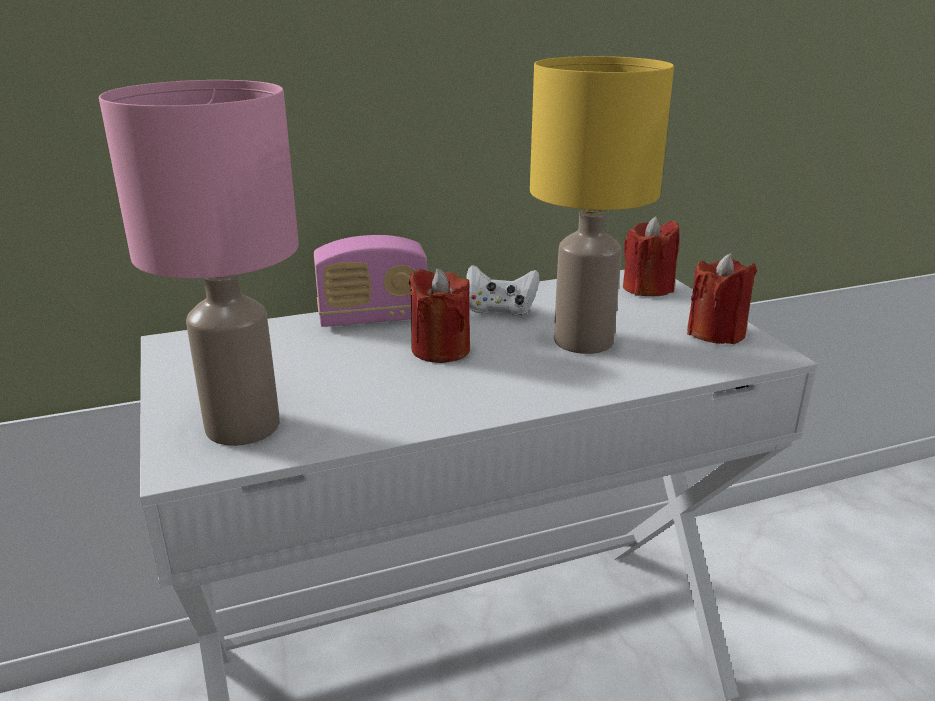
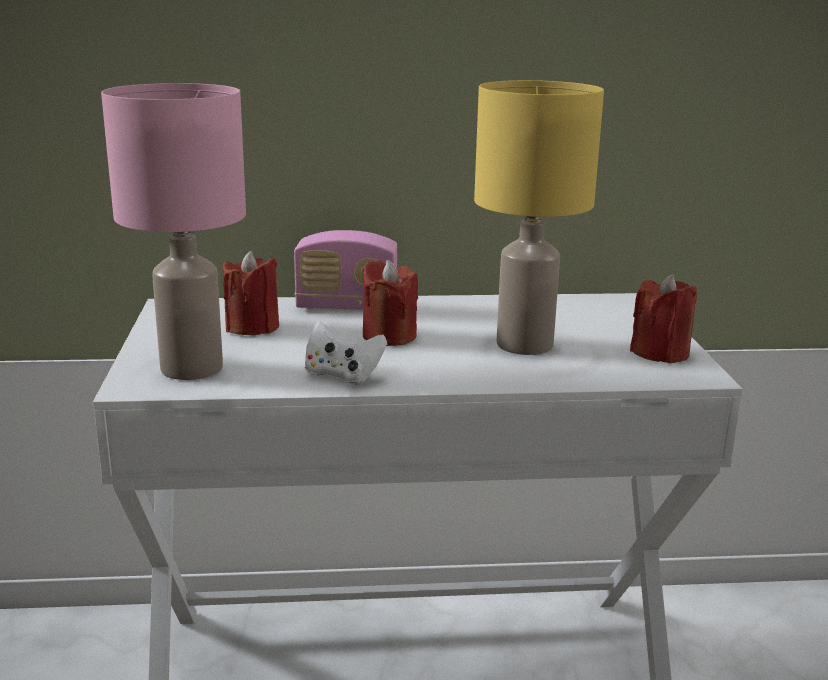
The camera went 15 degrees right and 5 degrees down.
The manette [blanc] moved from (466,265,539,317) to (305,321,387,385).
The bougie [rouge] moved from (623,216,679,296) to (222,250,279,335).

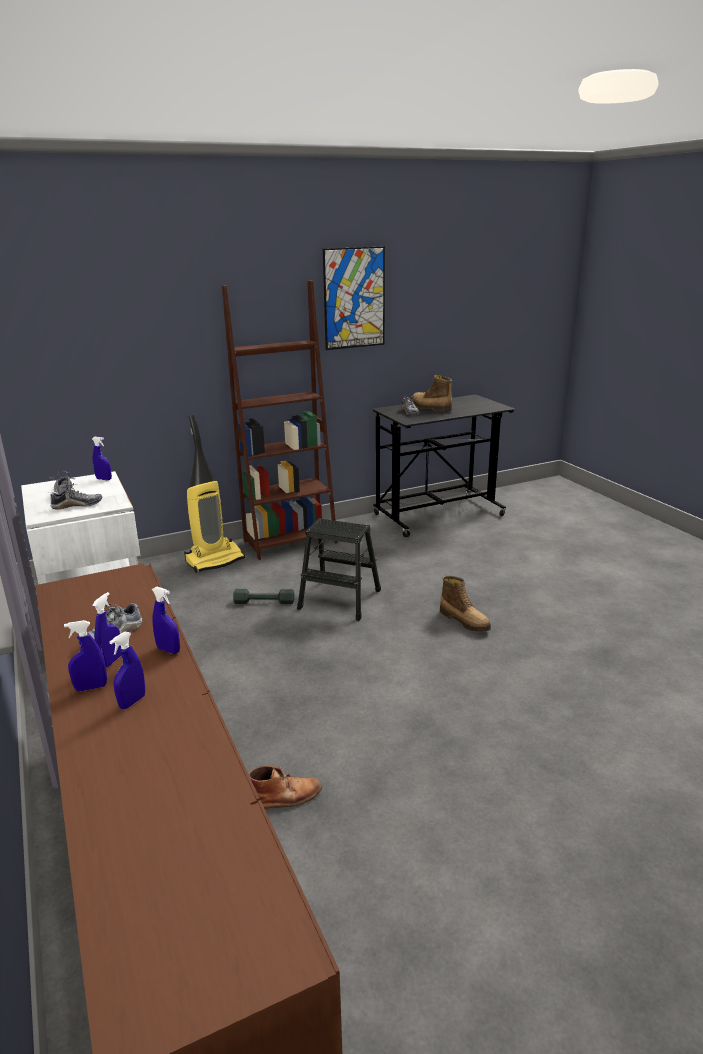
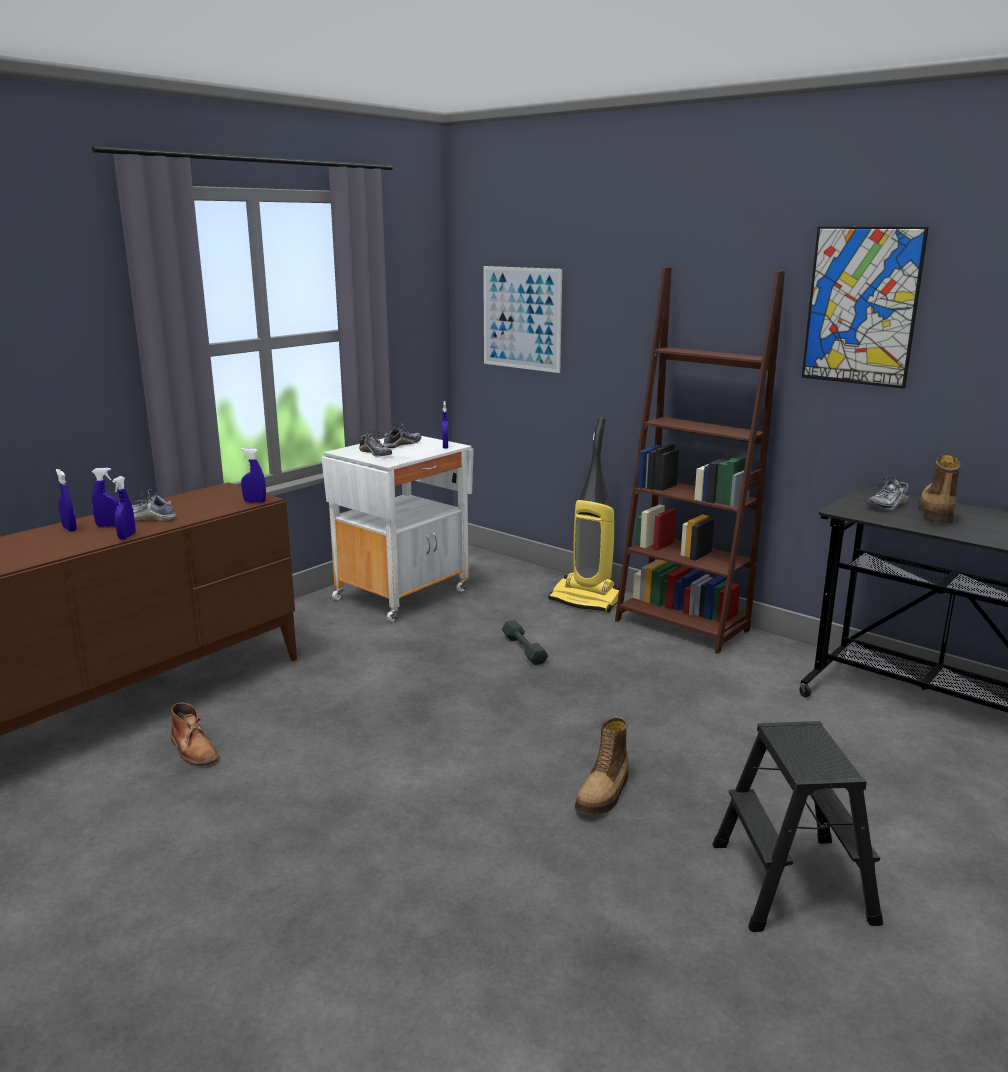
The camera went 65 degrees right and 5 degrees down.
The vaporisateur [bleu] moved from (109,632,145,709) to (241,448,266,503).
The escabeau [noir] moved from (297,518,381,621) to (712,721,883,932).
The tableau at (483,266,562,373) appeared.

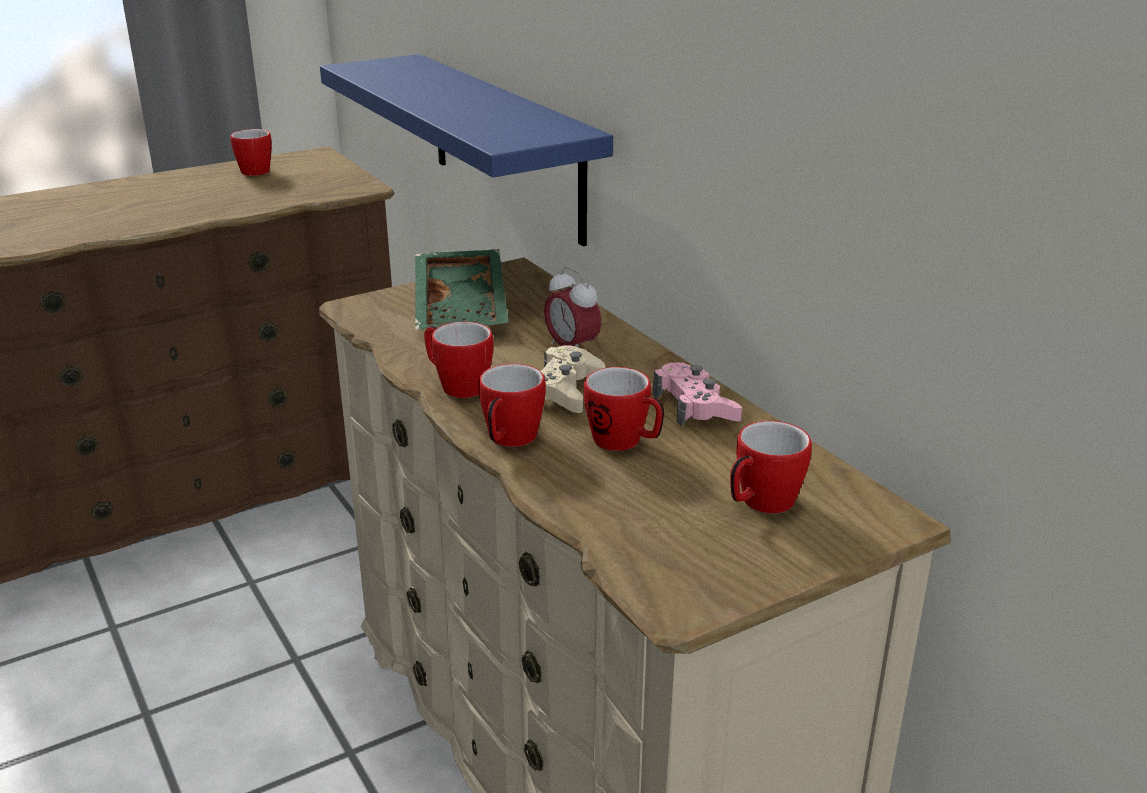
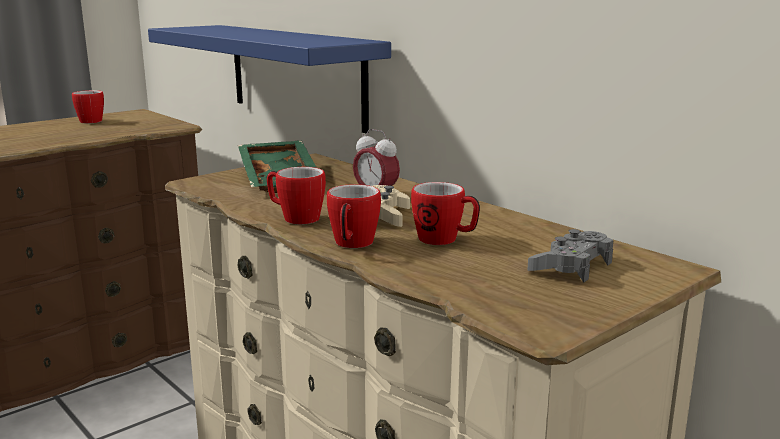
The camera went 10 degrees left and 10 degrees down.
The manette [rose] at (653,362,742,426) disappeared.
The mug at (730,421,812,513) was replaced by the manette [gris] at (527,229,613,283).

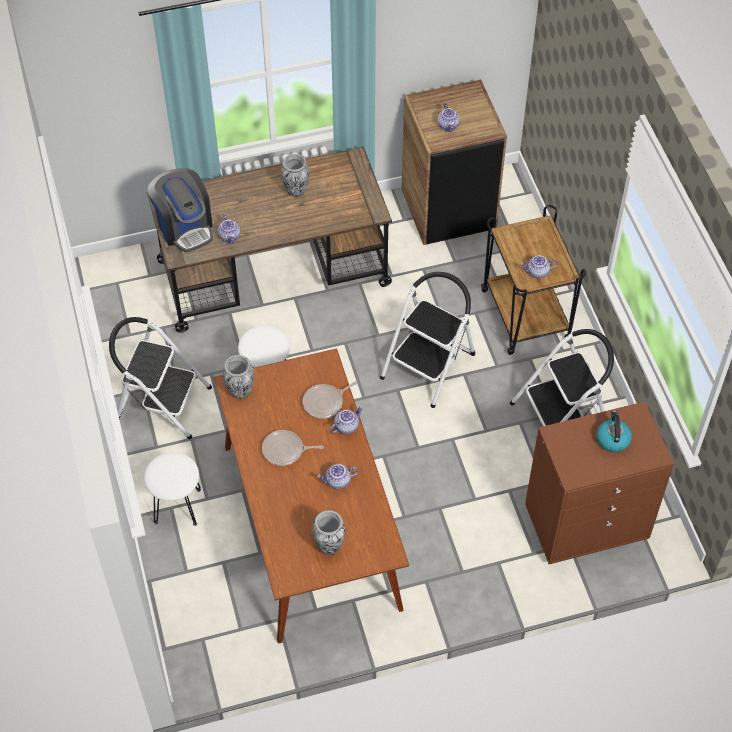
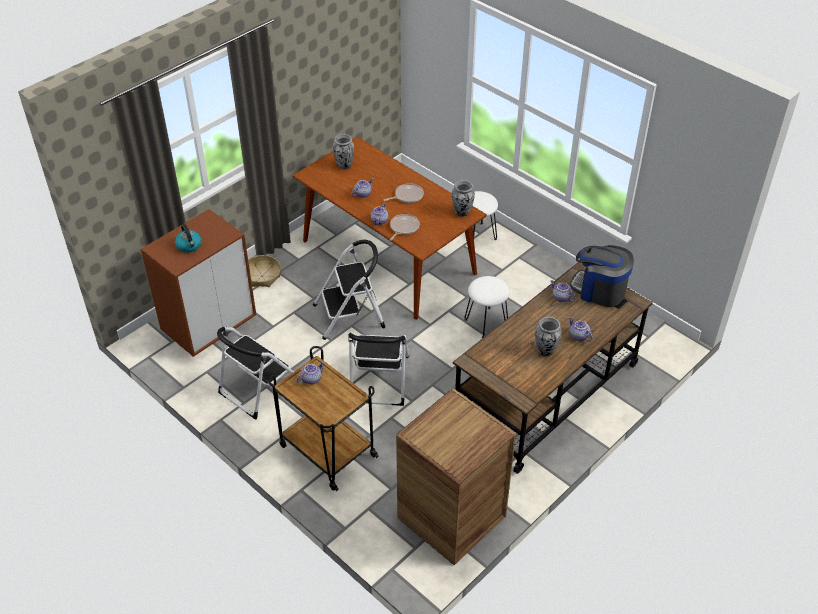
The camera went 150 degrees right and 10 degrees down.
The escabeau moved from (109,317,212,439) to (313,240,385,340).
The théière moved from (438,103,460,132) to (569,316,593,341).
The panier at (248,255,281,287) appeared.

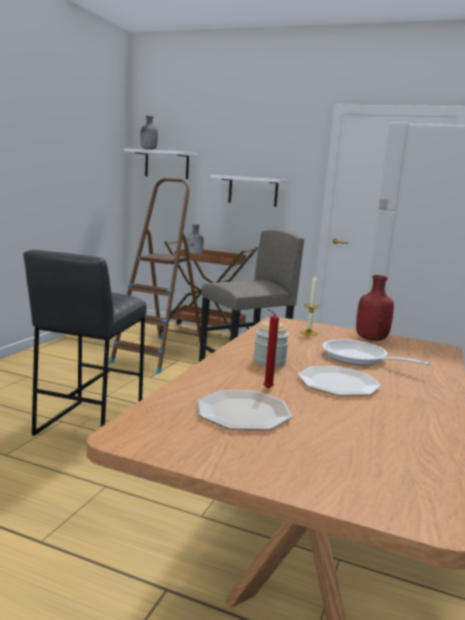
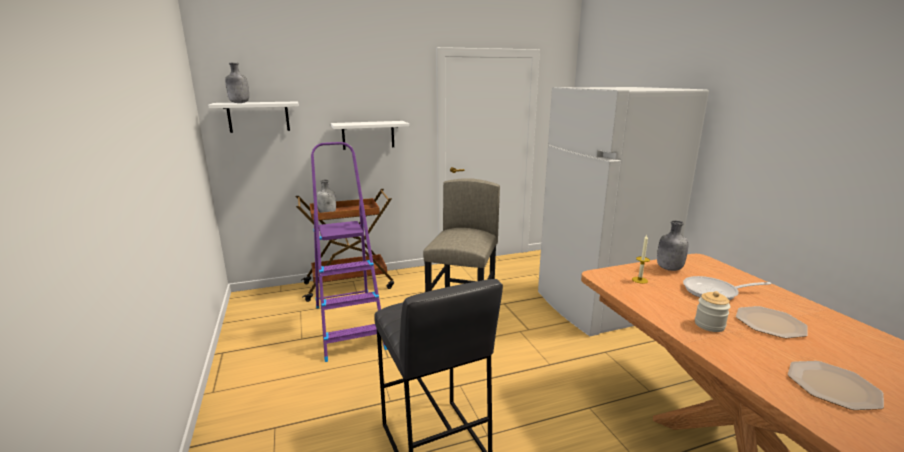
The camera went 40 degrees left and 5 degrees up.
The escabeau [marron] at (109,178,201,374) became the escabeau [violet] at (311,142,387,362).
The bougie [rouge] at (264,309,279,389) disappeared.
The bouteille [rouge] at (356,275,394,341) became the bouteille [gris] at (657,220,689,271).

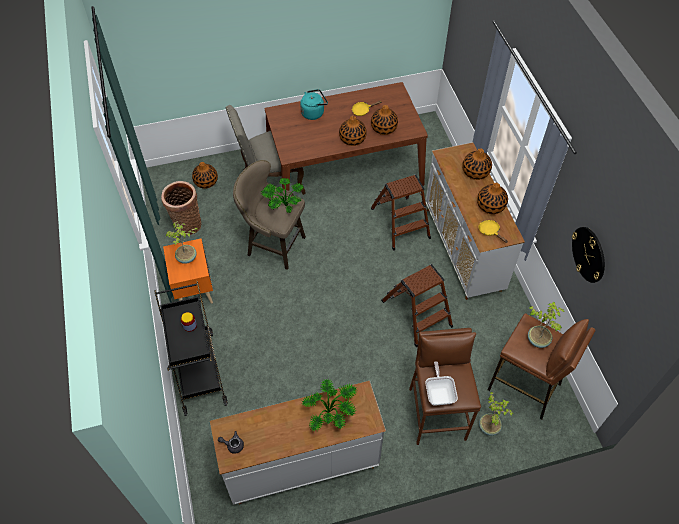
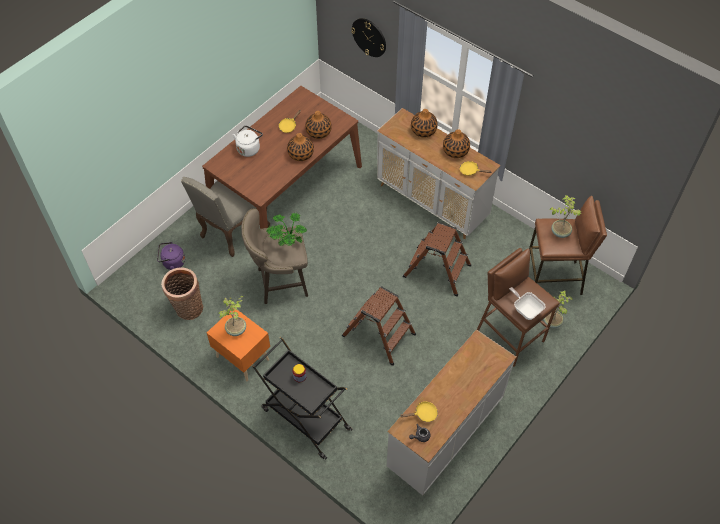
The camera went 35 degrees left and 0 degrees up.
The vase at (192,162,218,189) was replaced by the bouilloire [violet] at (157,242,185,270).
The bouilloire [turquoise] at (300,89,328,120) became the bouilloire [blanc] at (233,126,263,157).
The plante en pot at (302,379,358,431) disappeared.
The escabeau [marron] moved from (371,174,431,251) to (341,286,416,366).
The horloge murale moved from (572,227,605,283) to (351,18,386,57).
The poêle [jaune] at (400,401,438,422) appeared.

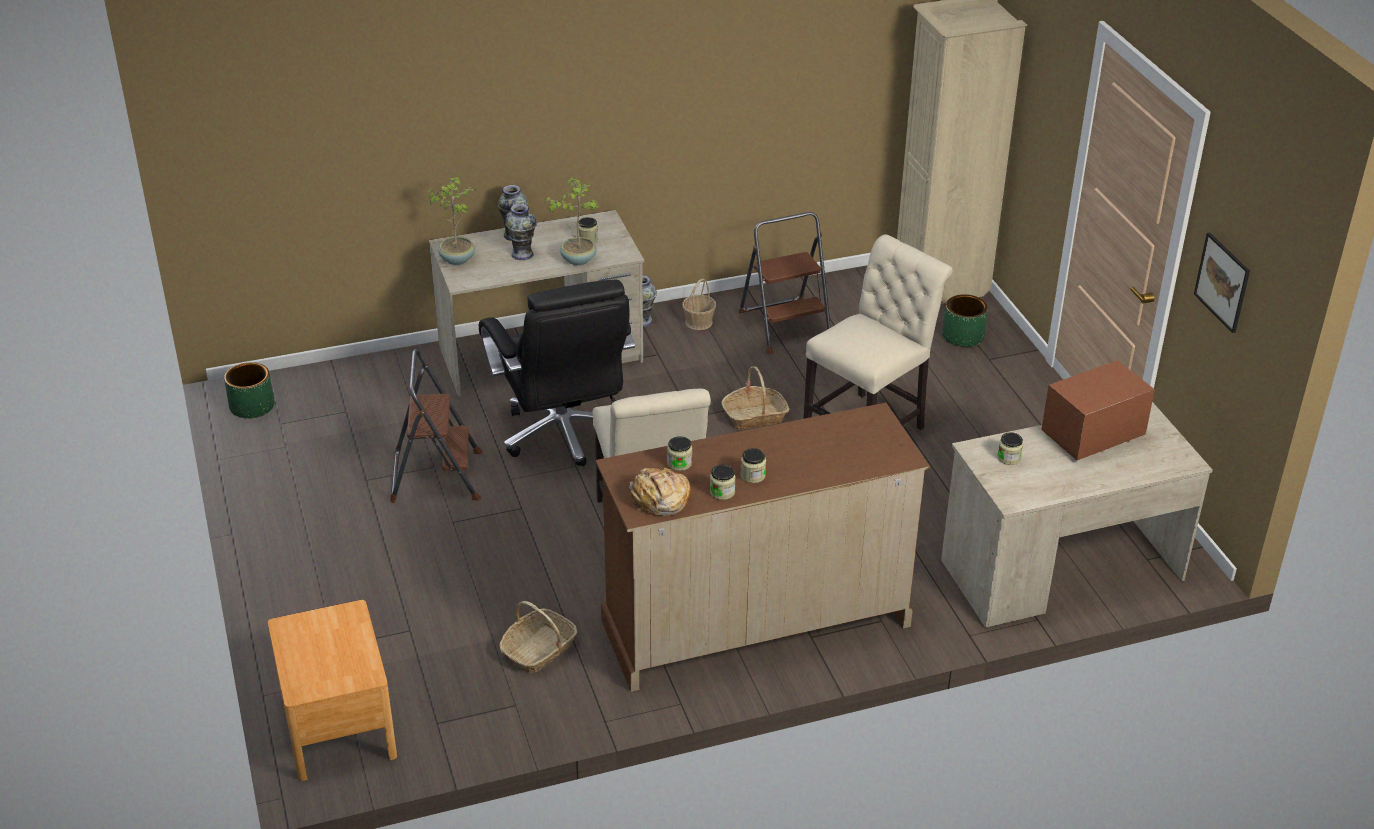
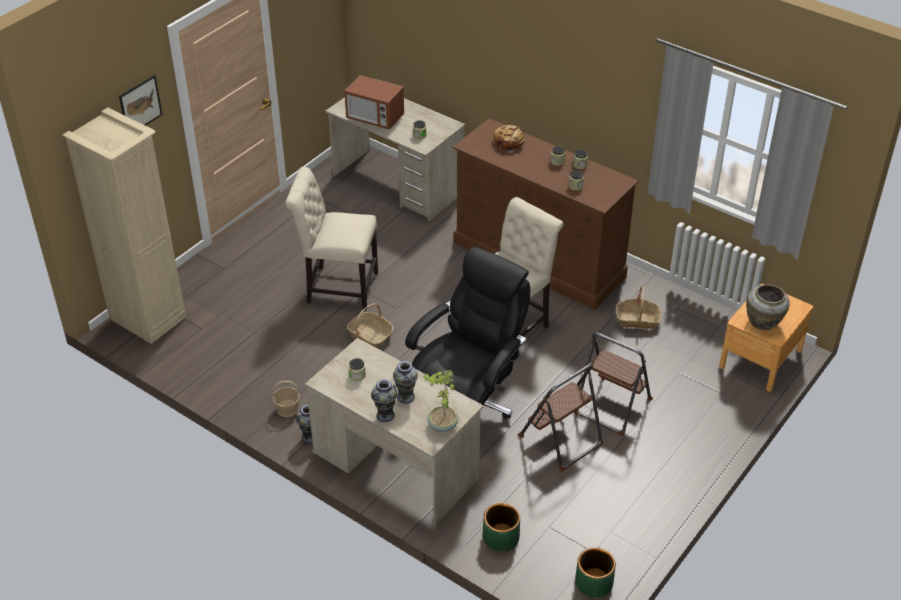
The camera went 125 degrees left and 5 degrees up.
The plante en pot at (545,177,601,266) disappeared.
The pain moved from (629,467,691,516) to (493,125,525,153).
The escabeau [marron] moved from (739,212,831,354) to (574,332,653,436).
The cache-pot [vert] moved from (942,294,988,347) to (483,503,520,551).
The tableau moved from (1194,233,1250,333) to (119,75,162,126).
The vase [beige] at (746,285,790,330) appeared.

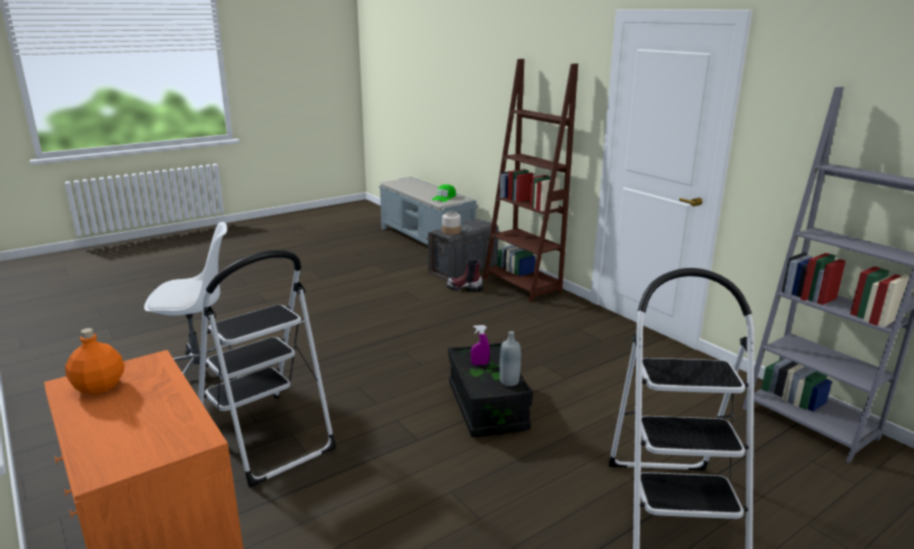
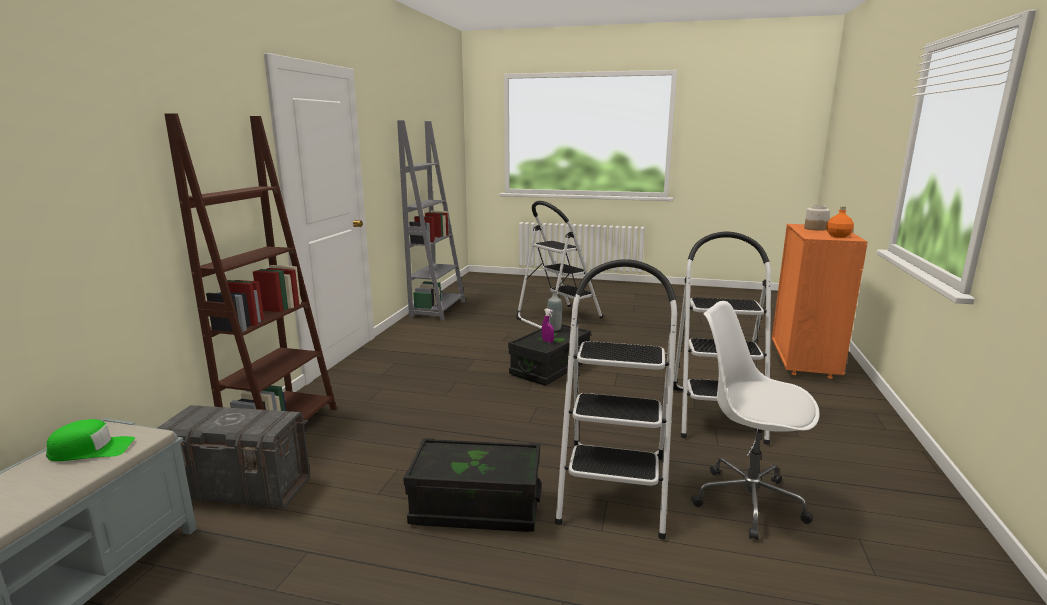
The camera went 130 degrees left and 5 degrees down.
The bocal moved from (442,211,461,235) to (804,205,830,231).
The botte at (447,259,483,292) disappeared.
The boîte de rangement [noir] at (403,438,541,532) appeared.
The escabeau at (555,259,677,539) appeared.

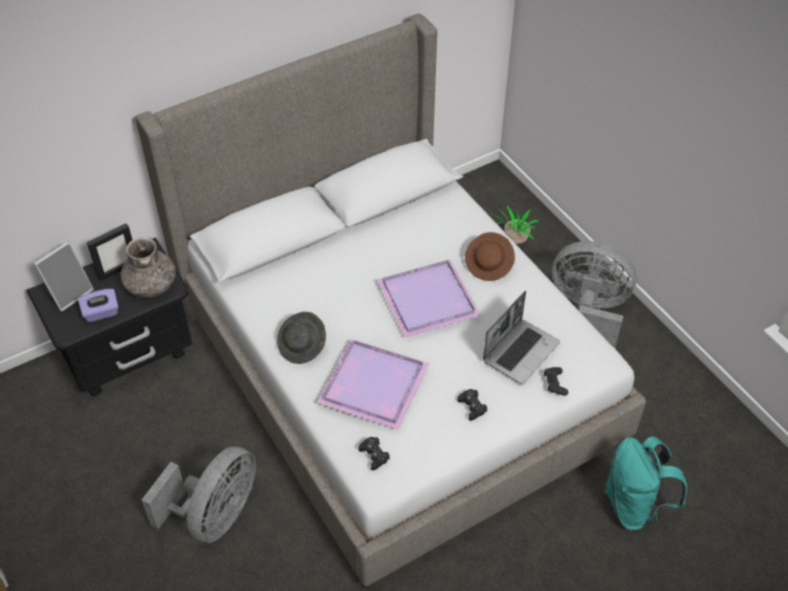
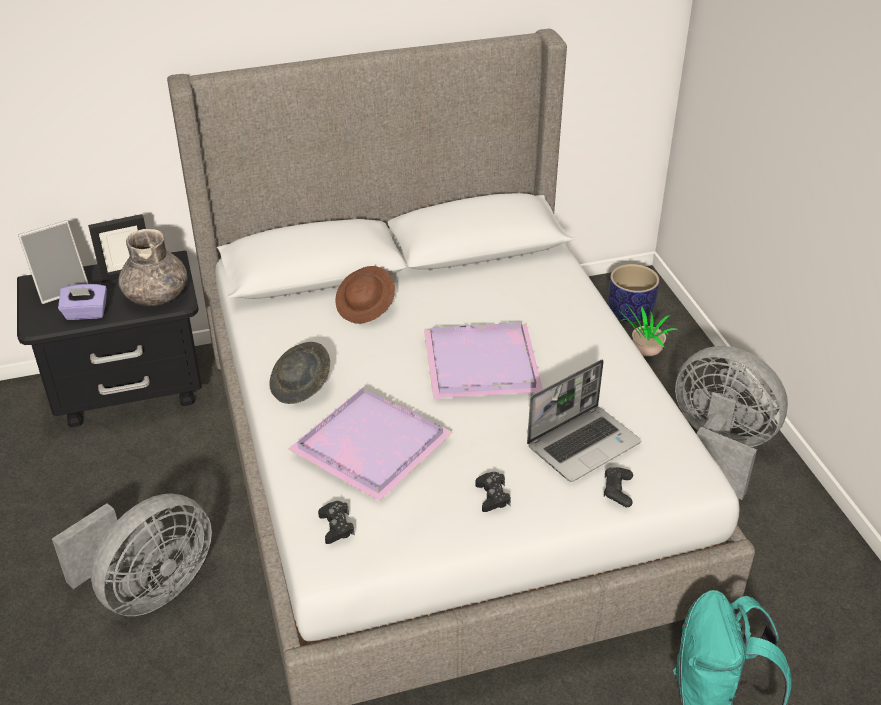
The camera went 15 degrees right and 10 degrees down.
The chapeau [marron] moved from (465,232,515,281) to (336,266,395,323).
The cache-pot at (608,264,660,322) appeared.

